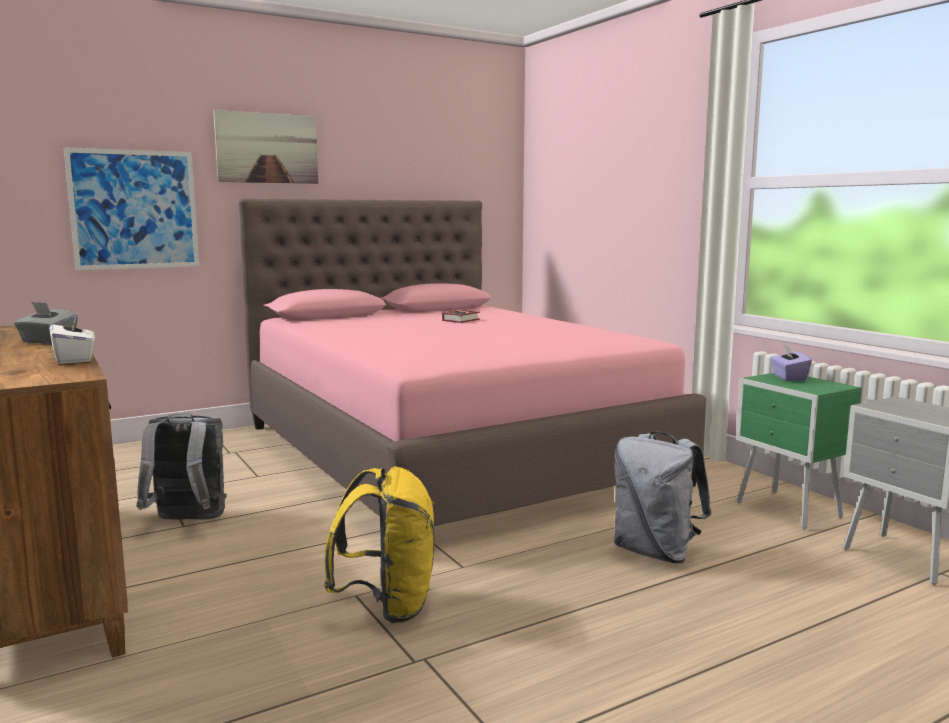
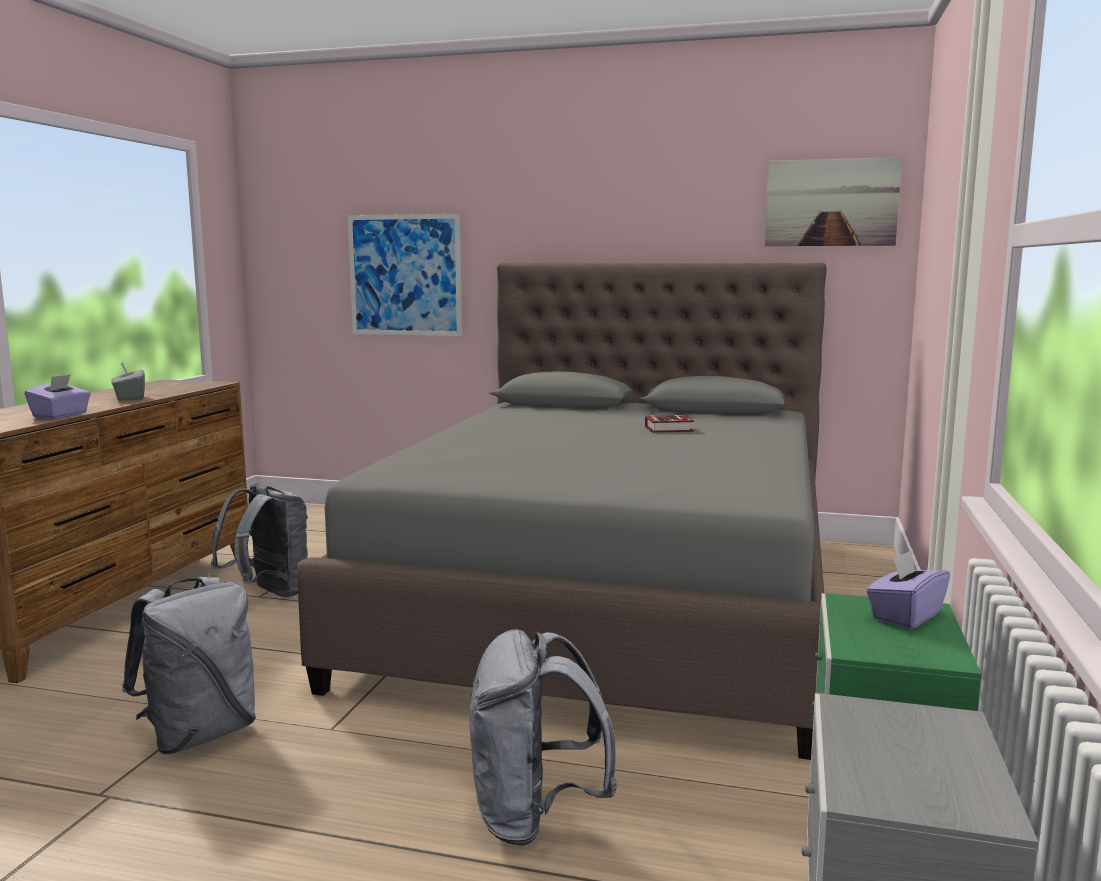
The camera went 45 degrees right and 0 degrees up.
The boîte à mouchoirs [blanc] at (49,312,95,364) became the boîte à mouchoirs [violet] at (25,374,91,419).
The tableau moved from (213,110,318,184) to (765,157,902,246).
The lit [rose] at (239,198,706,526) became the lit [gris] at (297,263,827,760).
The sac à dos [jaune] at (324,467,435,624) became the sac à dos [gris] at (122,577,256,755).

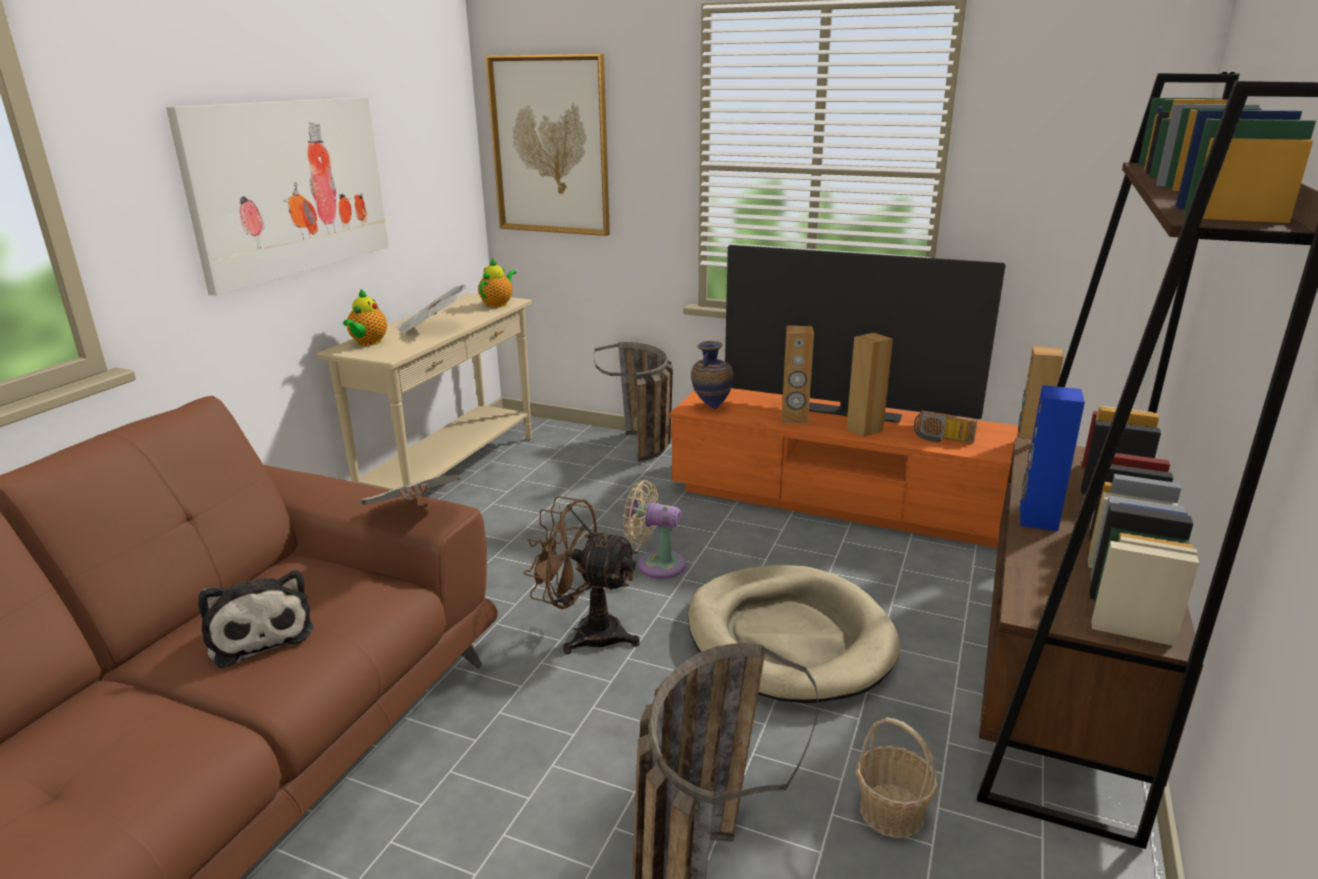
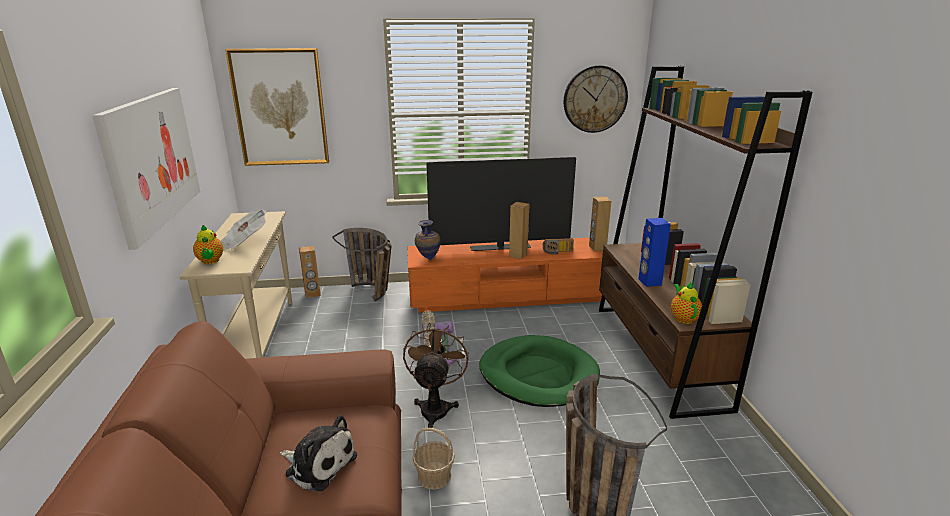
The camera went 30 degrees left and 0 degrees up.
The journal at (358,475,460,505) disappeared.
The théière moved from (478,258,517,308) to (671,281,702,324).
The ventilateur [marron] at (524,496,640,654) turned 105 degrees clockwise.
The panier pour chien [beige] at (688,565,900,703) became the panier pour chien [vert] at (479,335,600,407).
The enceinte [marron] moved from (782,326,814,424) to (299,246,321,298).
The panier moved from (857,717,938,838) to (413,428,455,490).
The horloge murale at (564,65,628,133) appeared.

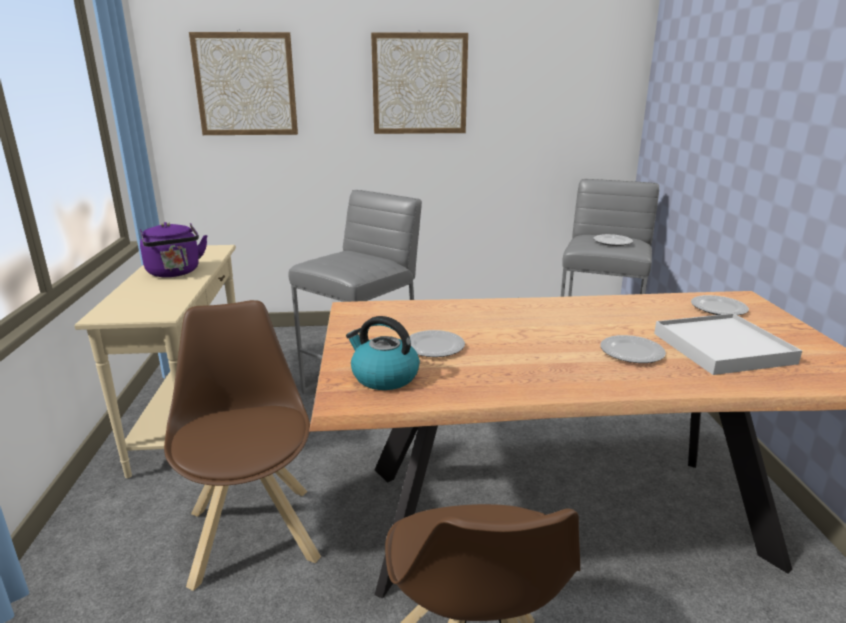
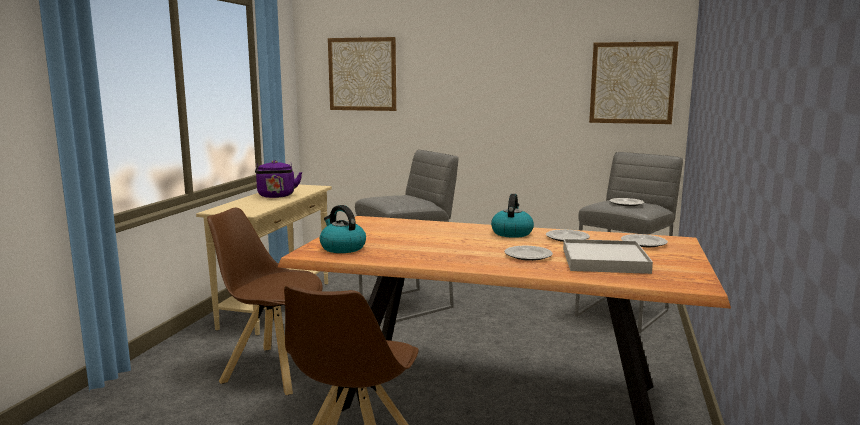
The camera went 20 degrees right and 10 degrees down.
The chaise [marron] at (164,300,321,591) turned 75 degrees counterclockwise.
The tableau moved from (371,30,468,134) to (589,41,678,124).
The assiette moved from (409,330,465,357) to (546,230,590,242).
The bouilloire at (491,194,534,238) appeared.

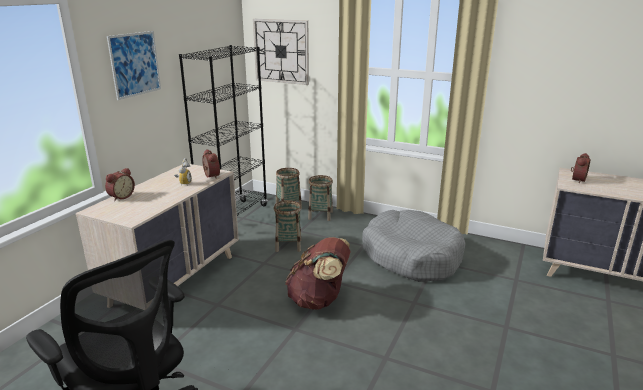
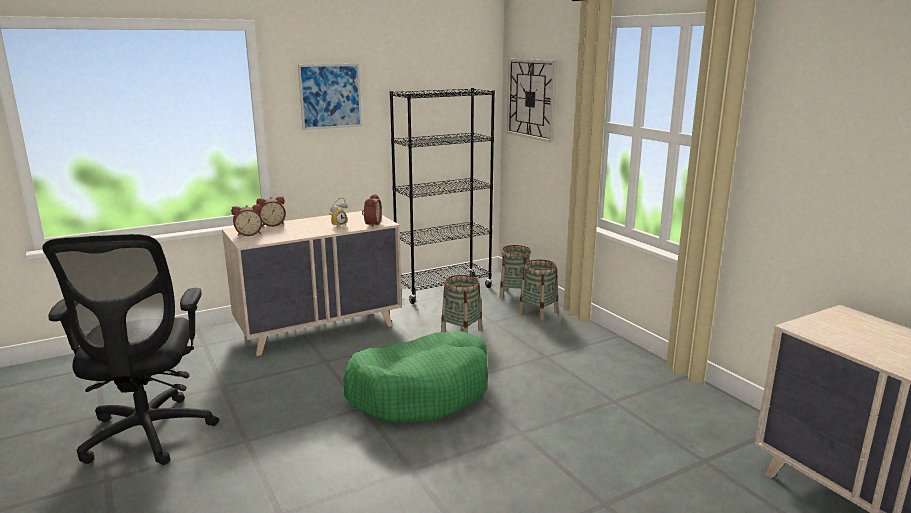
The camera went 35 degrees right and 5 degrees down.
The sac à dos [marron] at (285,237,351,309) was replaced by the panier pour chien [vert] at (343,331,488,423).
The panier pour chien [gris] at (362,210,466,282) disappeared.
The réveil moved from (571,153,590,183) to (231,204,262,236).

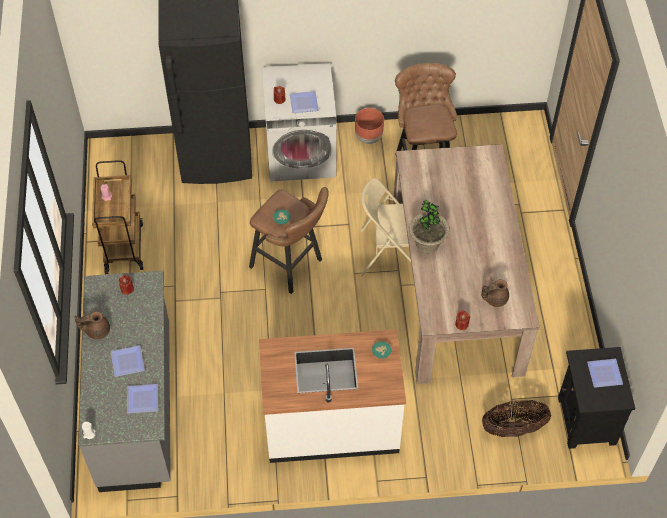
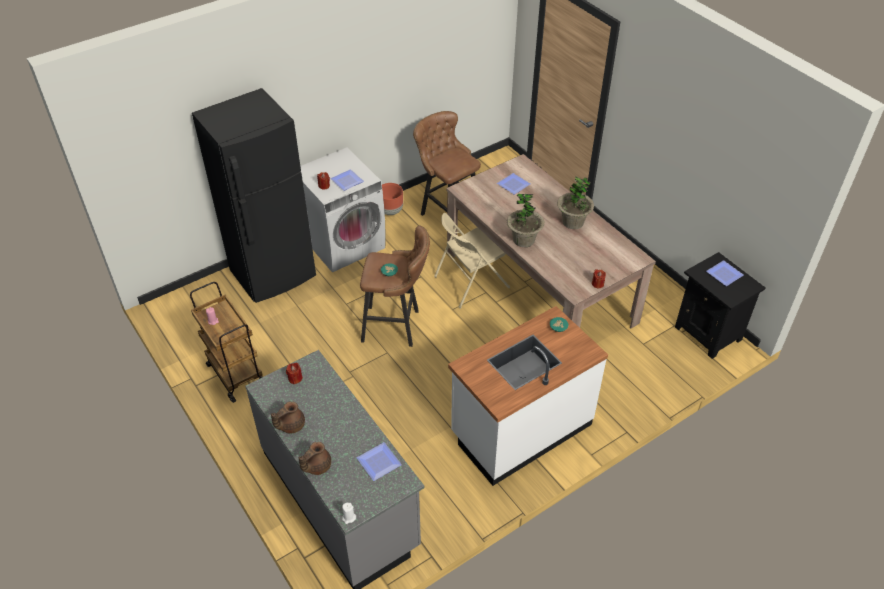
The camera went 30 degrees left and 10 degrees down.
The assiette moved from (110,345,145,377) to (497,173,530,195).
The théière [marron] moved from (481,279,509,307) to (299,442,331,475).
The panier at (482,400,551,437) disappeared.
The plante en pot at (557,177,594,229) appeared.

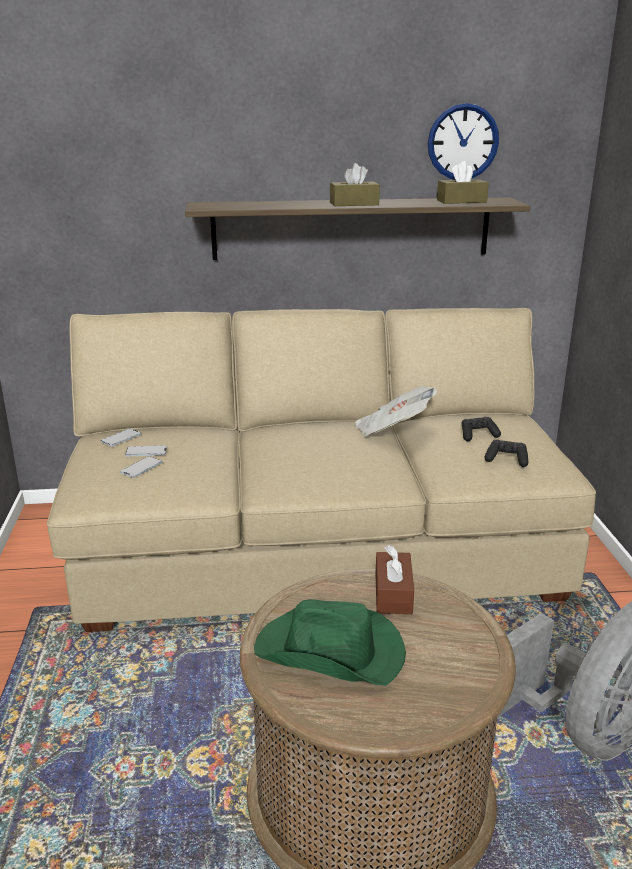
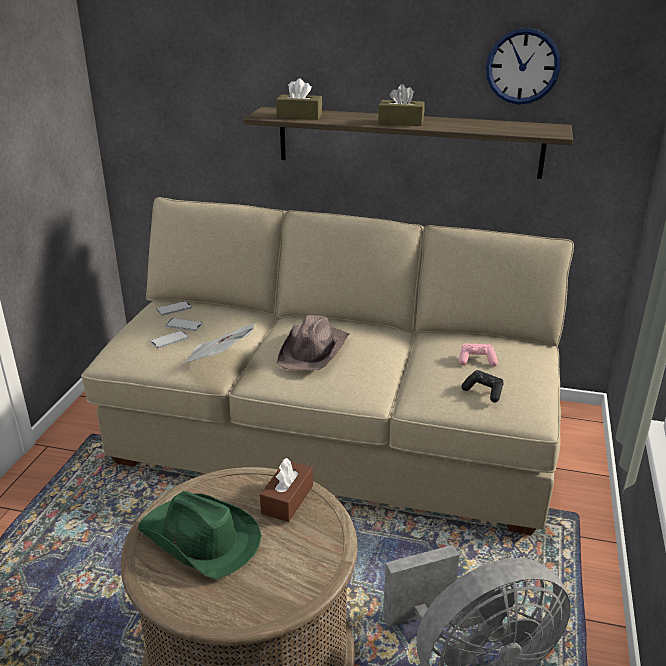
The camera went 20 degrees right and 5 degrees up.
The journal moved from (355,386,437,436) to (182,323,256,364).
The boîte à mouchoirs [marron] moved from (437,161,489,204) to (276,78,322,120).
The manette [noir] at (462,417,501,441) became the manette [rose] at (458,343,498,367).
The chapeau [marron] at (277,315,350,371) appeared.

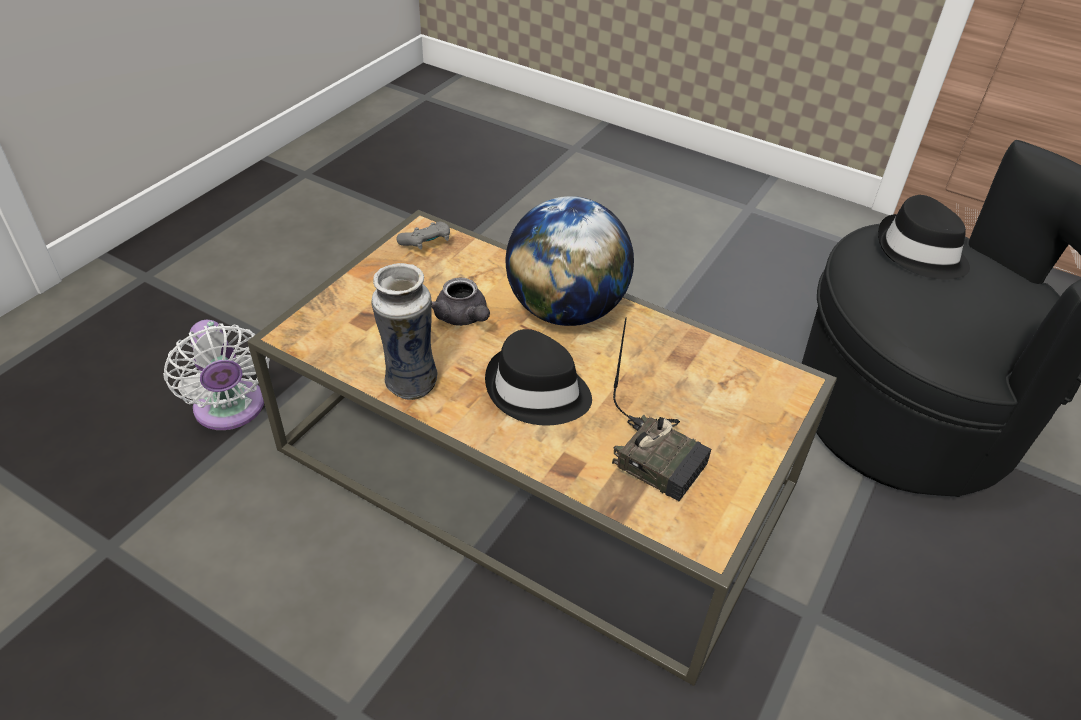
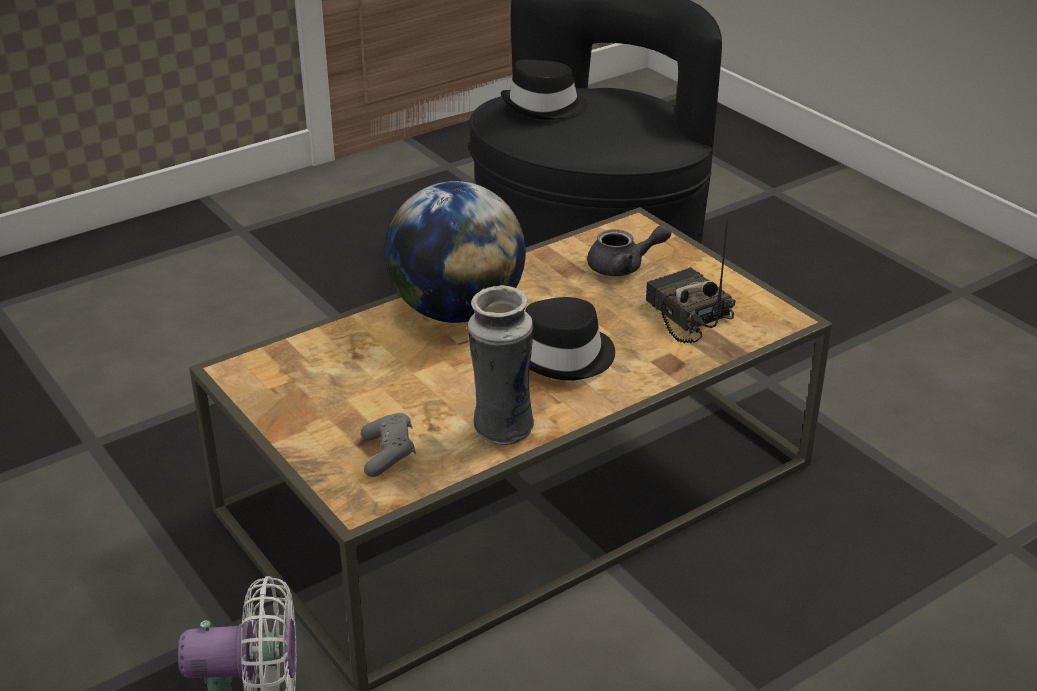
The camera went 65 degrees left and 10 degrees down.
The manette [gris] moved from (396,221,450,249) to (361,413,416,477).
The théière [gris] moved from (431,278,490,326) to (587,224,672,276).
The radio at (612,317,711,501) turned 90 degrees counterclockwise.

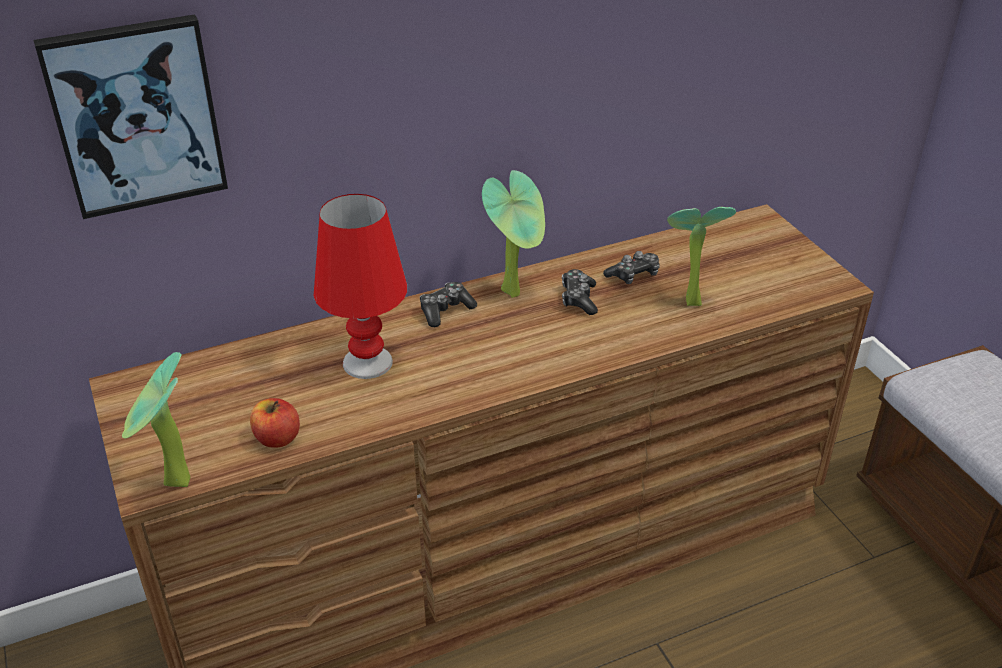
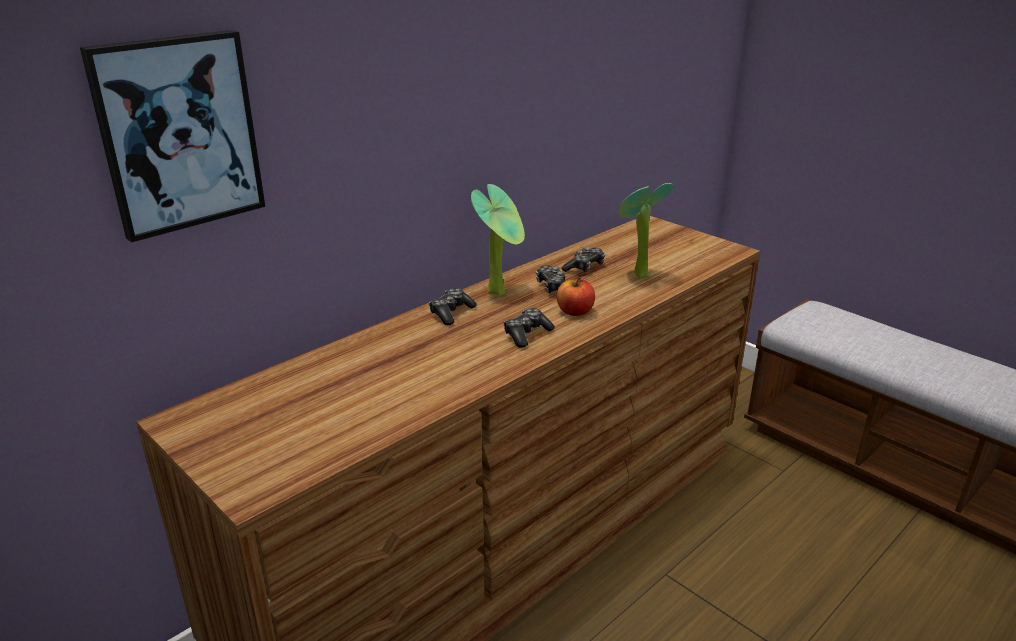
The camera went 20 degrees left and 10 degrees down.
The plante en pot at (122,352,190,487) disappeared.
The pomme moved from (250,398,300,448) to (557,277,595,316).
The lampe de table [rouge] at (314,194,407,379) disappeared.
The manette at (504,308,555,348) appeared.

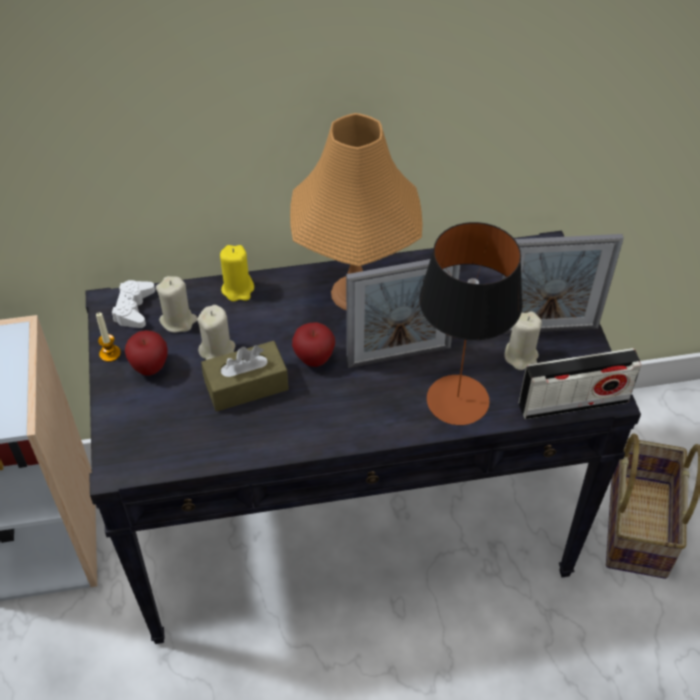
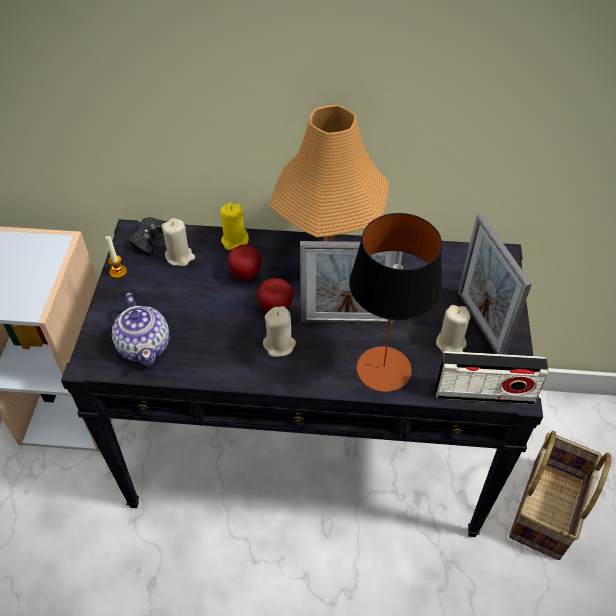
The camera went 15 degrees right and 0 degrees up.
The manette [blanc] at (112,280,155,328) became the manette [noir] at (129,217,167,256).
The pomme moved from (125,330,168,376) to (228,245,262,281).
The bougie [beige] moved from (197,305,235,360) to (263,306,296,357).
The boîte à mouchoirs [marron] at (201,341,289,412) disappeared.
The cadre photo at (502,234,624,334) turned 60 degrees clockwise.
The théière at (112,293,169,366) appeared.

